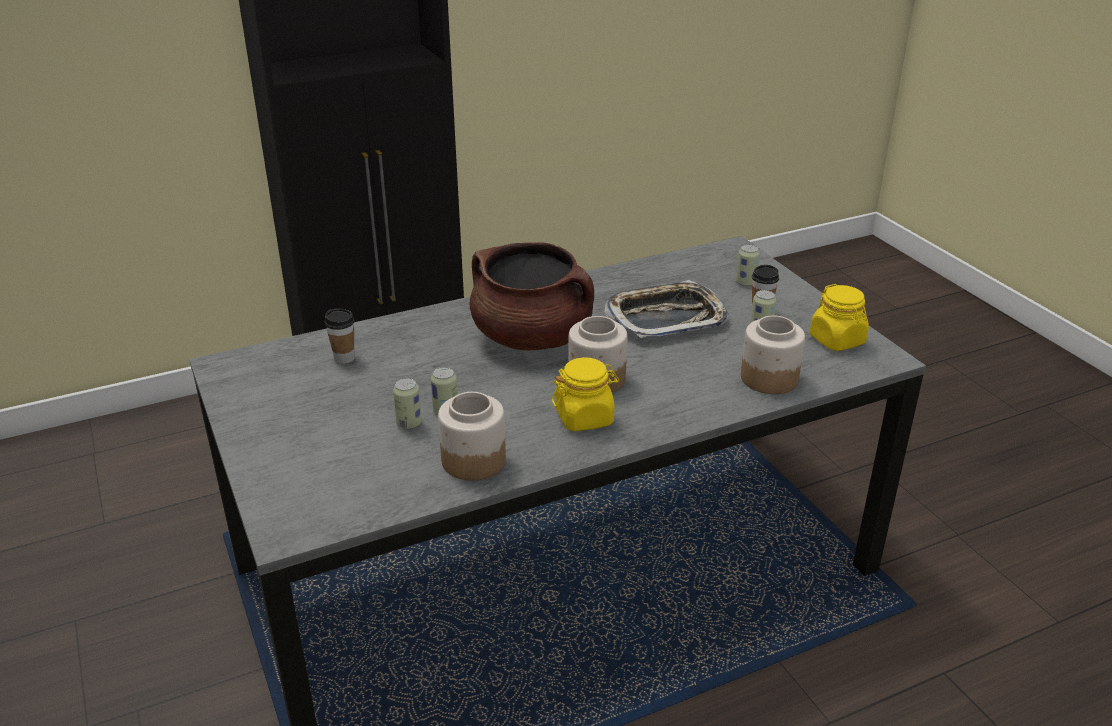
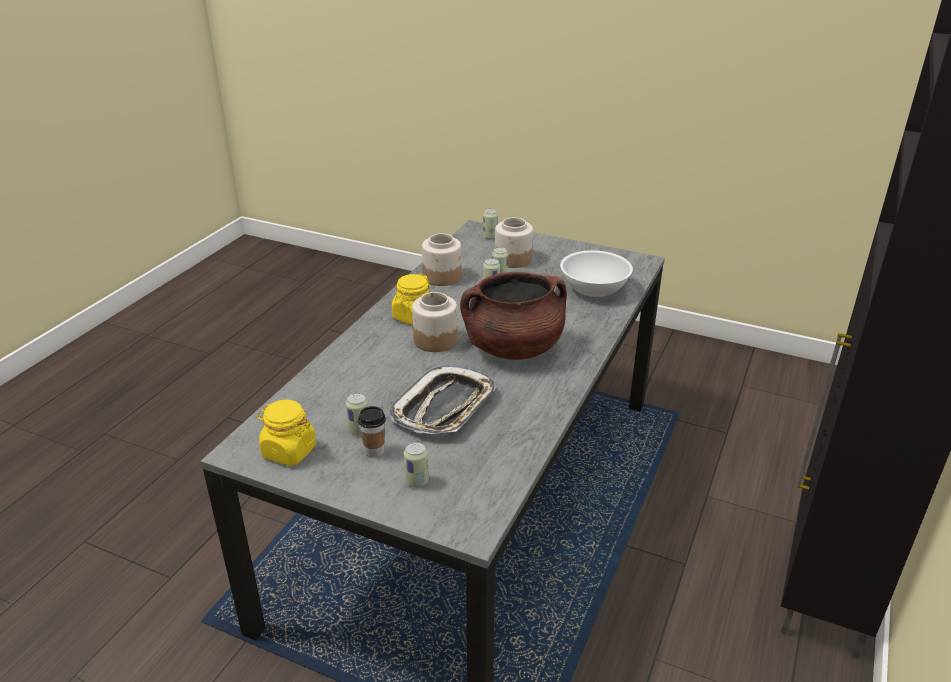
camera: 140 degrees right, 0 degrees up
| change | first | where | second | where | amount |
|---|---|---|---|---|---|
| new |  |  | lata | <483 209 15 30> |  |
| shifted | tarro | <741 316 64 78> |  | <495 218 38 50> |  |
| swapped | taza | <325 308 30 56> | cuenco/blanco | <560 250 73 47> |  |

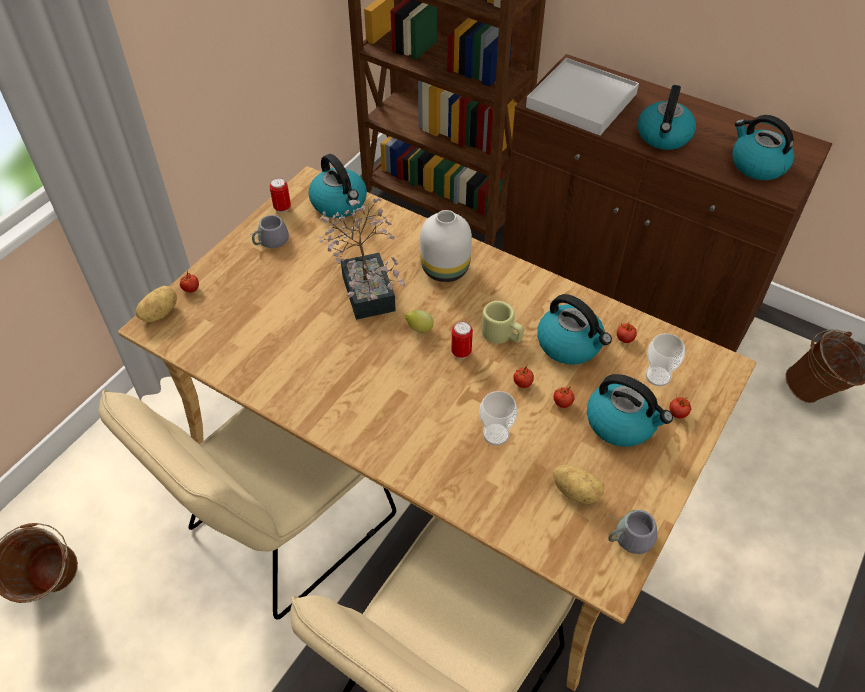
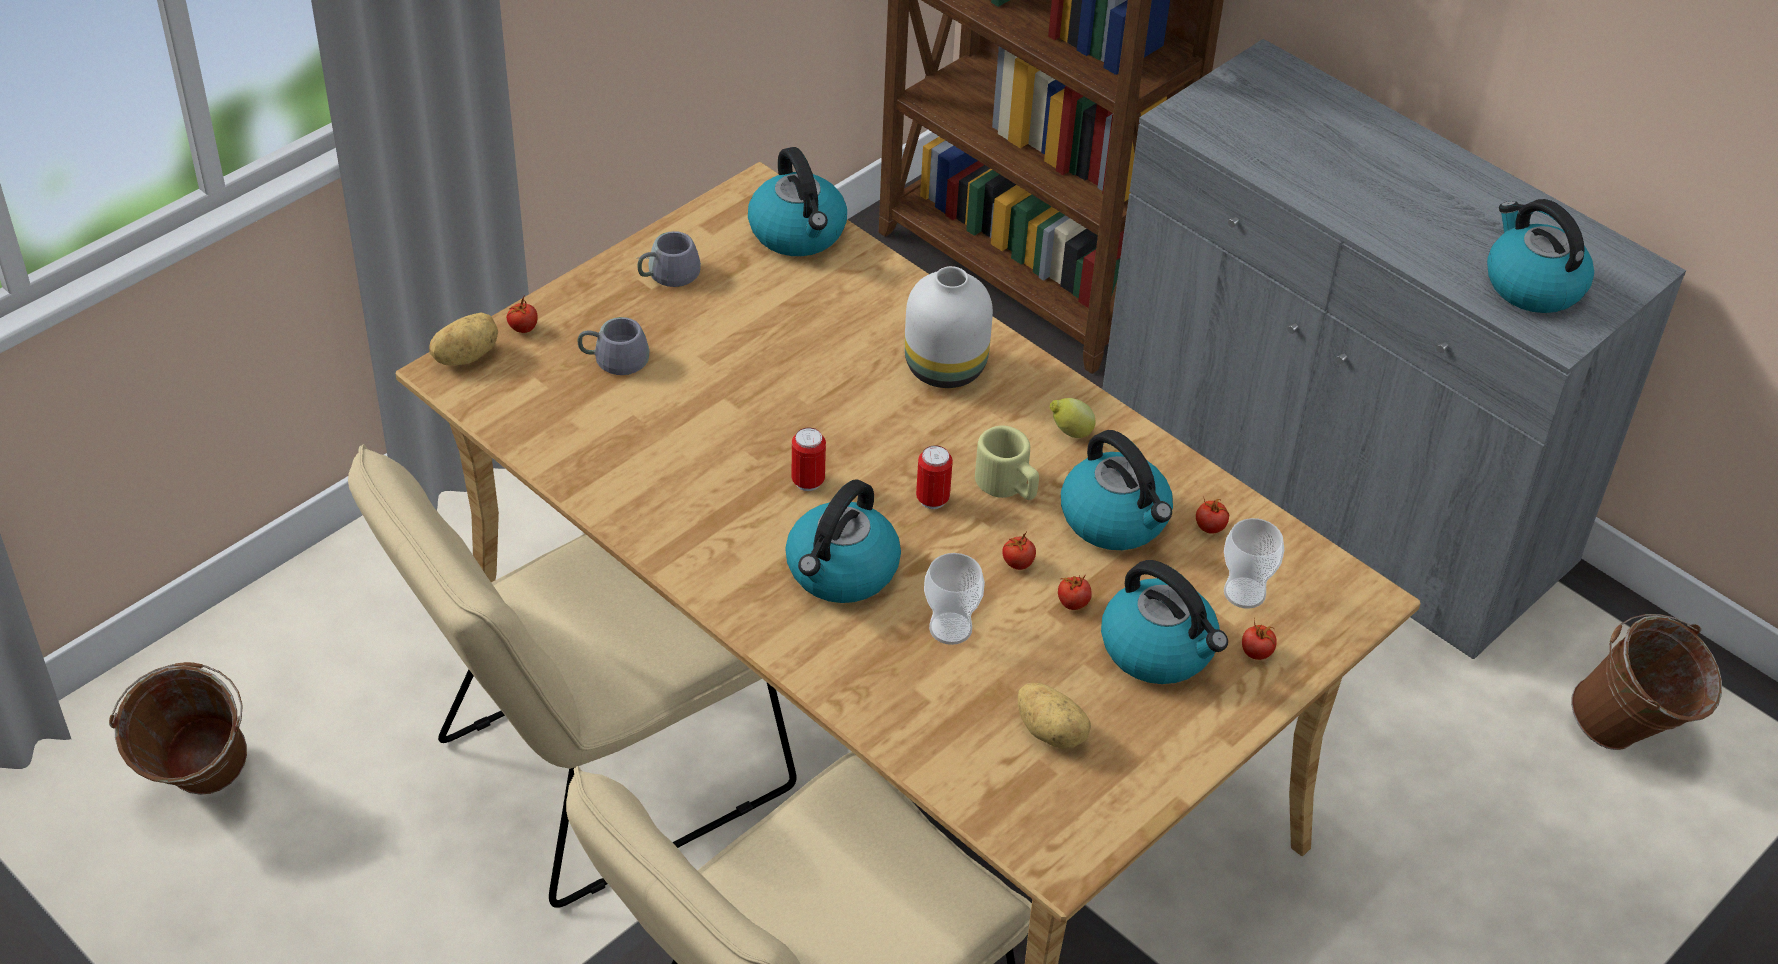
camera: 10 degrees right, 5 degrees down
| change | first | where | second | where | amount |
|---|---|---|---|---|---|
| shifted | taza grande/gris | <607 510 50 44> |  | <578 317 71 58> |  |
| shifted | hervidor | <638 85 58 65> |  | <785 479 116 124> |  |
| shifted | lata | <269 178 22 35> |  | <792 427 34 64> |  |
| shifted | limón | <405 310 29 23> |  | <1050 398 46 40> |  |
| repainted | armario/marrón | <502 54 331 298> | armario/gris | <1102 39 584 620> |  |
| gone | planta en maceta | <318 198 87 122> |  |  |  |
| gone | bandeja/blanco | <526 58 113 78> |  |  |  |

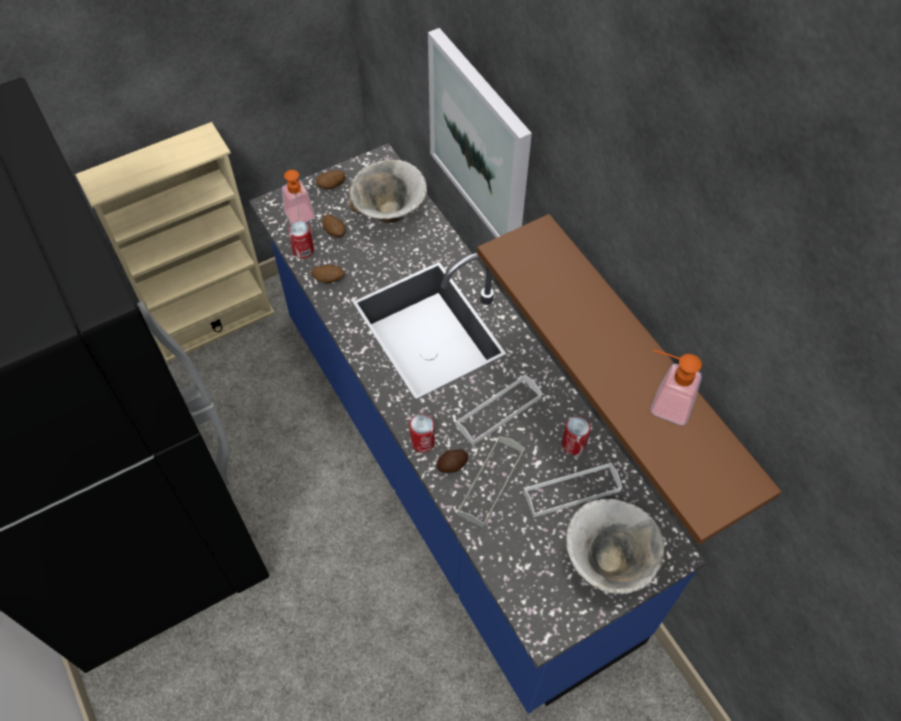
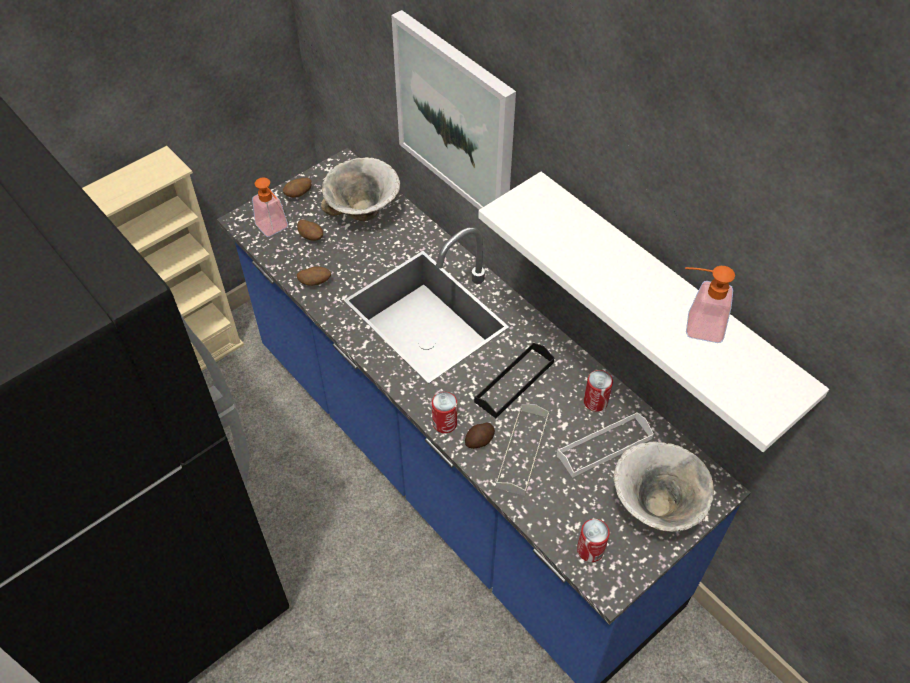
camera: 10 degrees left, 5 degrees down
| change | first | where | second | where | amount |
|---|---|---|---|---|---|
| repainted | bandeja/blanco | <456 375 86 70> | bandeja/negro | <474 343 80 75> |  |
| repainted | estante/marrón | <477 214 304 331> | estante/blanco | <478 172 351 280> |  |
| shifted | lata | <288 221 26 37> |  | <577 519 33 43> |  |

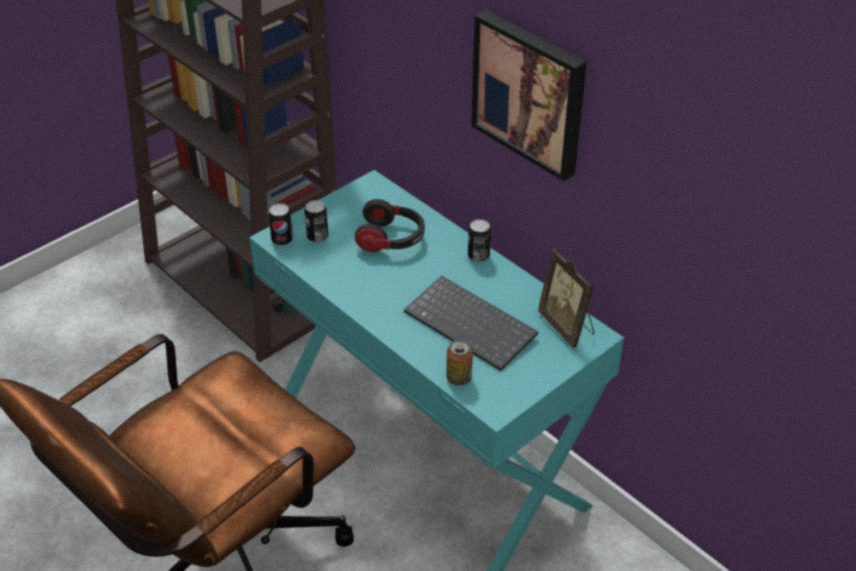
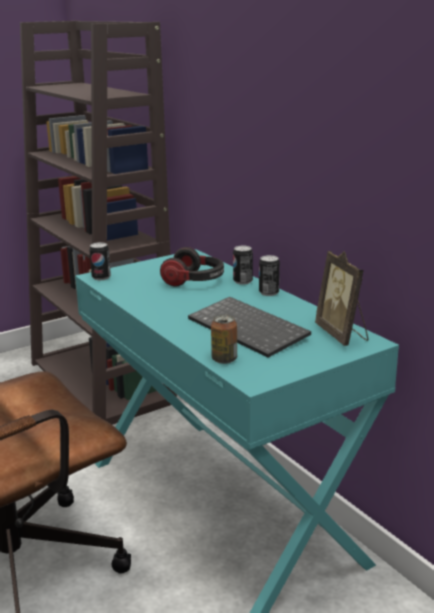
camera: 10 degrees right, 20 degrees down
| change | first | where | second | where | amount |
|---|---|---|---|---|---|
| shifted | lata | <304 200 24 43> |  | <233 246 20 39> |  |
| gone | cuadro | <471 10 116 171> |  |  |  |

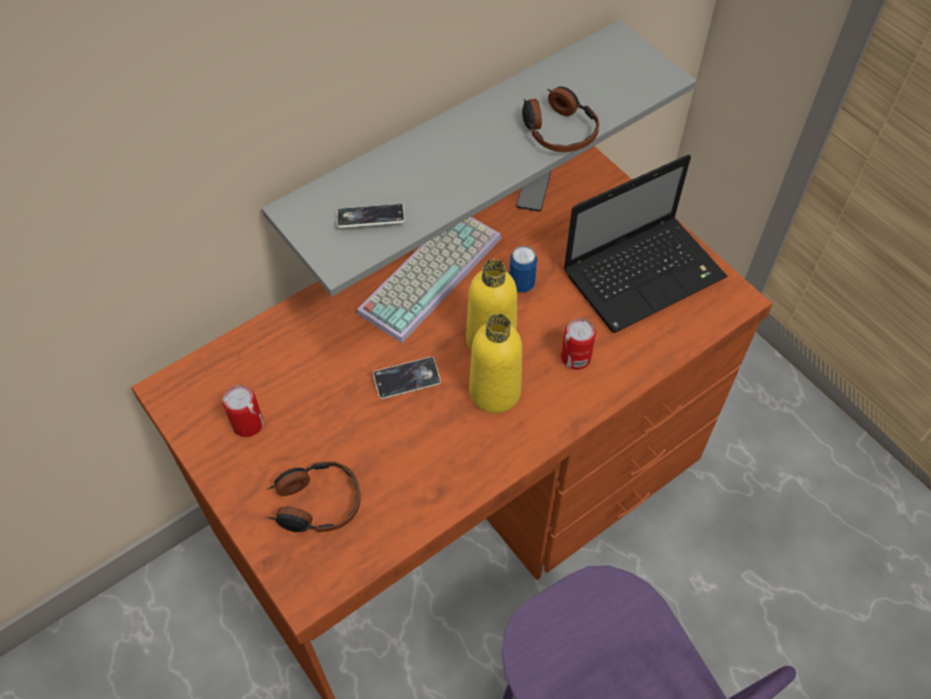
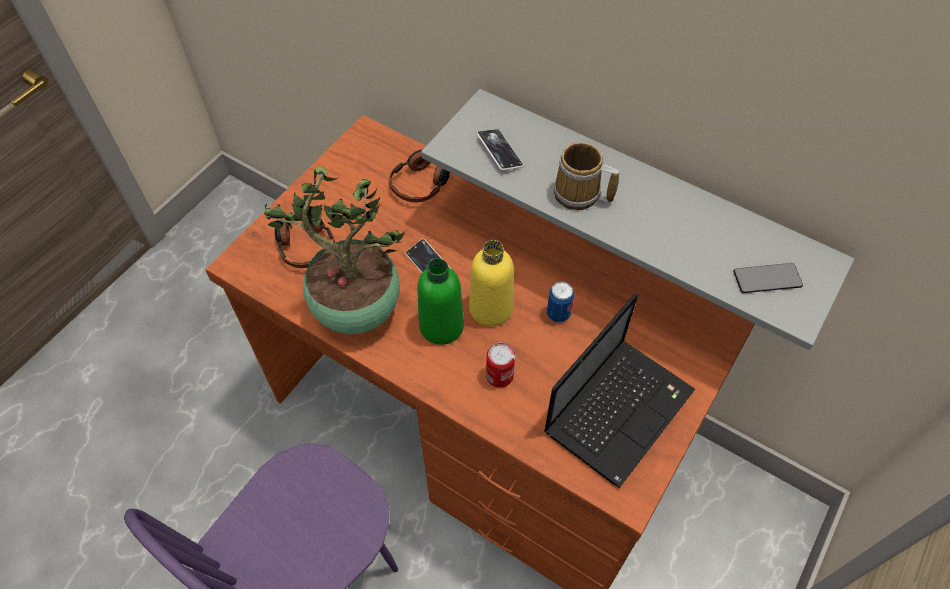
camera: 70 degrees right, 0 degrees up
| change | first | where | second | where | amount |
|---|---|---|---|---|---|
| new |  |  | planta en maceta | <264 167 141 167> |  |
| shifted | auriculares | <522 86 77 66> |  | <389 150 61 53> |  |
| repainted | botella/amarillo | <469 314 53 99> | botella/verde | <417 258 47 87> |  |
| rotated | portátil | <563 154 165 179> |  | <544 293 151 195> | 90 degrees counterclockwise |
| new |  |  | taza grande | <554 142 65 68> |  |
| shifted | móvil | <516 171 35 41> |  | <733 263 70 30> |  |
| gone | lata | <223 385 41 52> |  |  |  |
| gone | teclado | <357 217 145 126> |  |  |  |

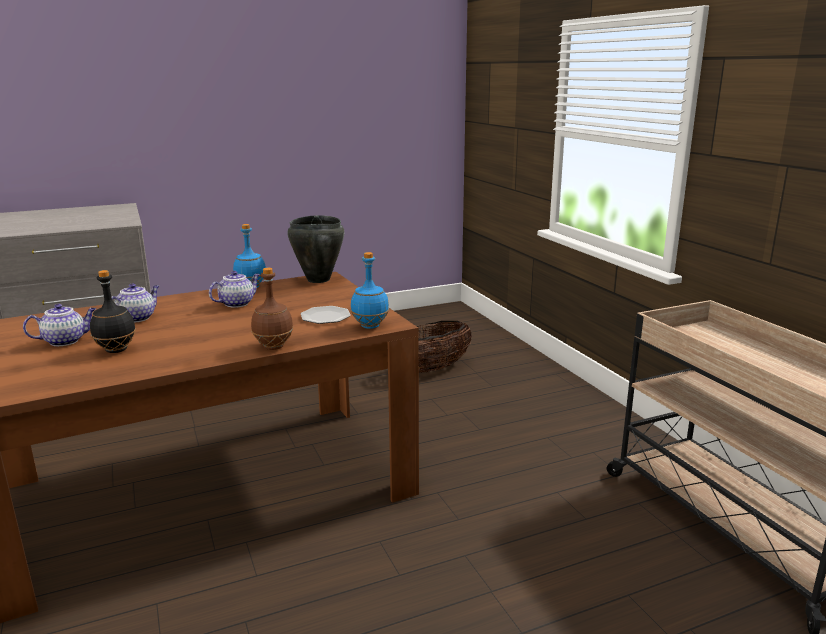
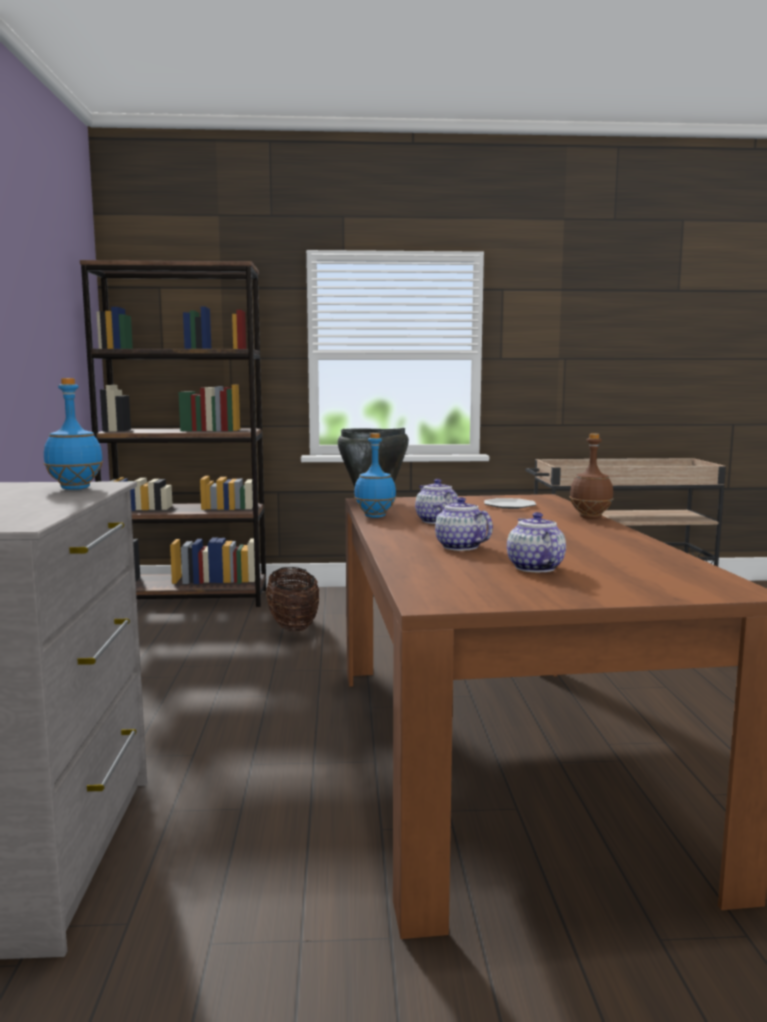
camera: 70 degrees left, 10 degrees down
| change | first | where | second | where | amount |
|---|---|---|---|---|---|
| shifted | botella/azul | <351 252 38 77> |  | <44 378 59 112> |  |
| new |  |  | estantería/marrón | <80 260 186 347> |  |
| gone | botella/negro | <90 270 46 83> |  |  |  |

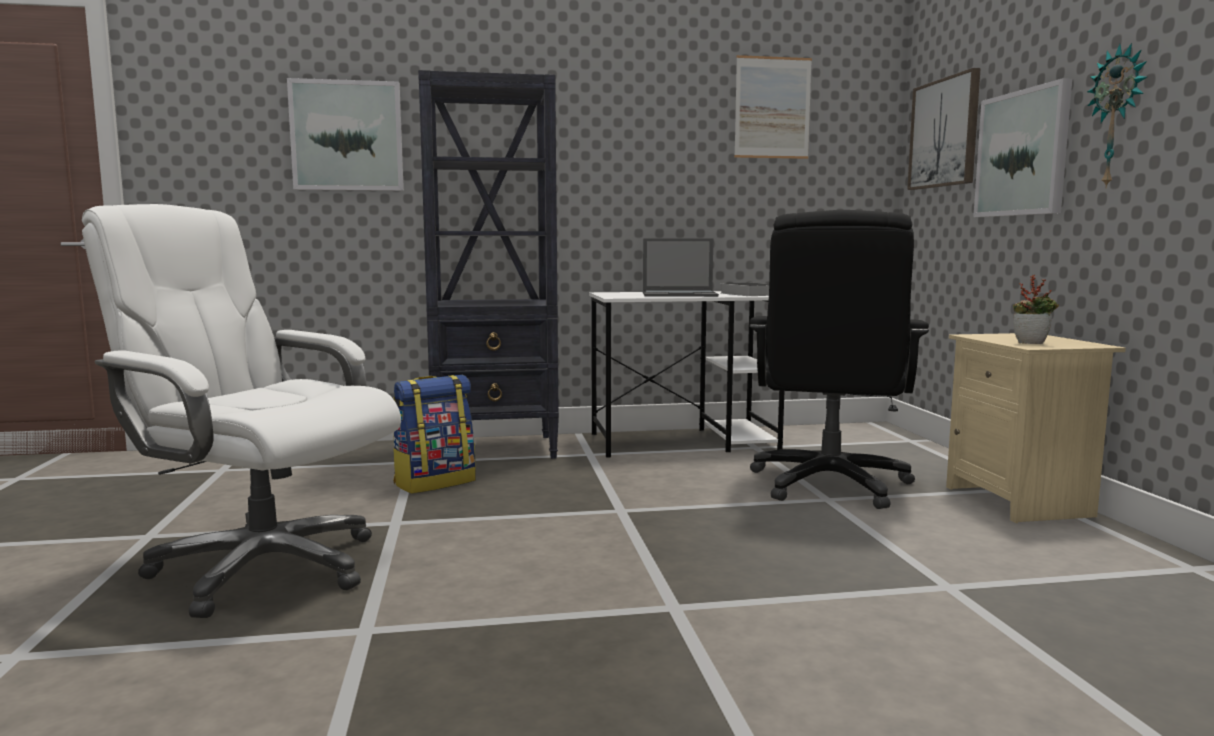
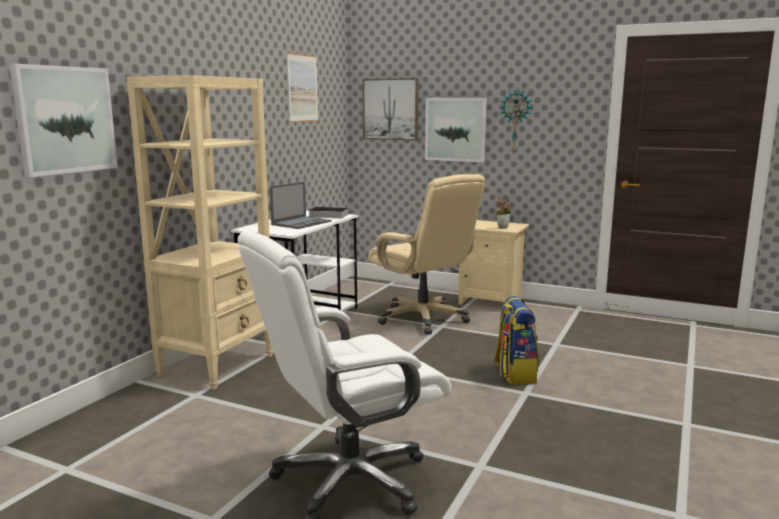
camera: 55 degrees left, 5 degrees up
| change | first | where | second | where | amount |
|---|---|---|---|---|---|
| repainted | estantería/negro | <418 70 141 389> | estantería/beis | <126 75 147 315> |  |
| repainted | silla de oficina/negro | <749 210 180 299> | silla de oficina/beis | <368 174 117 160> |  |
| shifted | mochila | <393 375 83 119> |  | <494 296 45 88> |  |

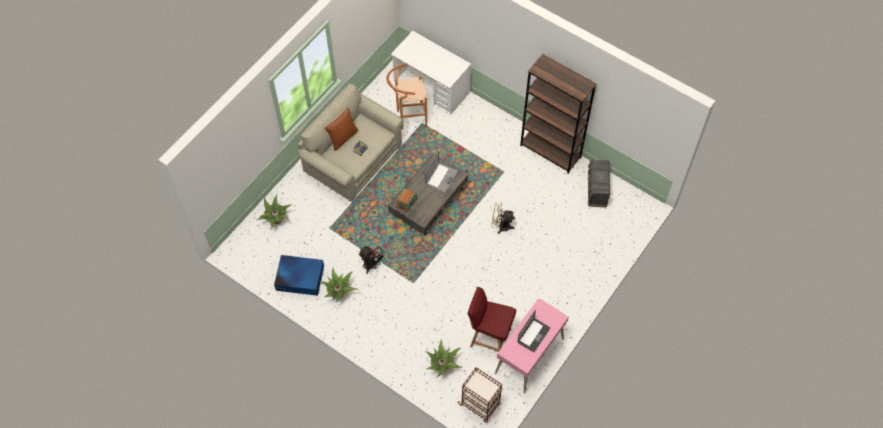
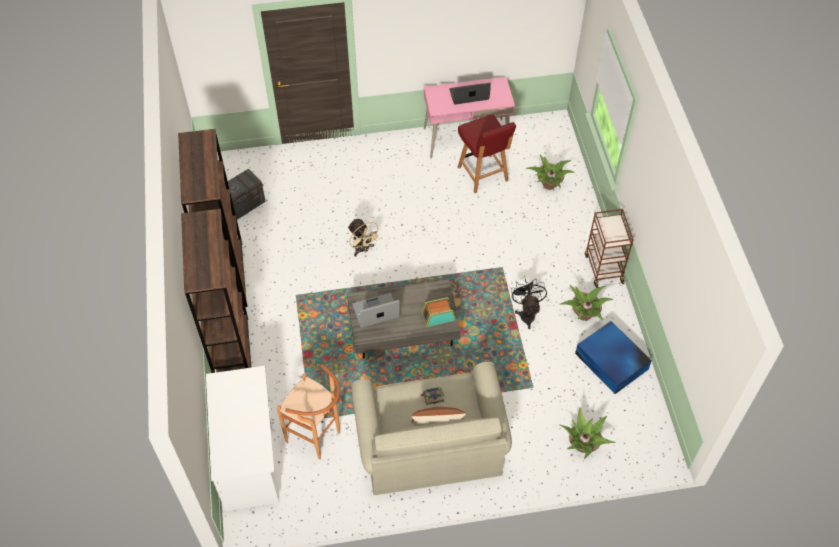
camera: 135 degrees left, 5 degrees down
| change | first | where | second | where | amount |
|---|---|---|---|---|---|
| new |  |  | estantería/marrón | <181 209 70 164> |  |
| shifted | carrito/marrón | <458 367 44 56> |  | <585 209 49 79> |  |

